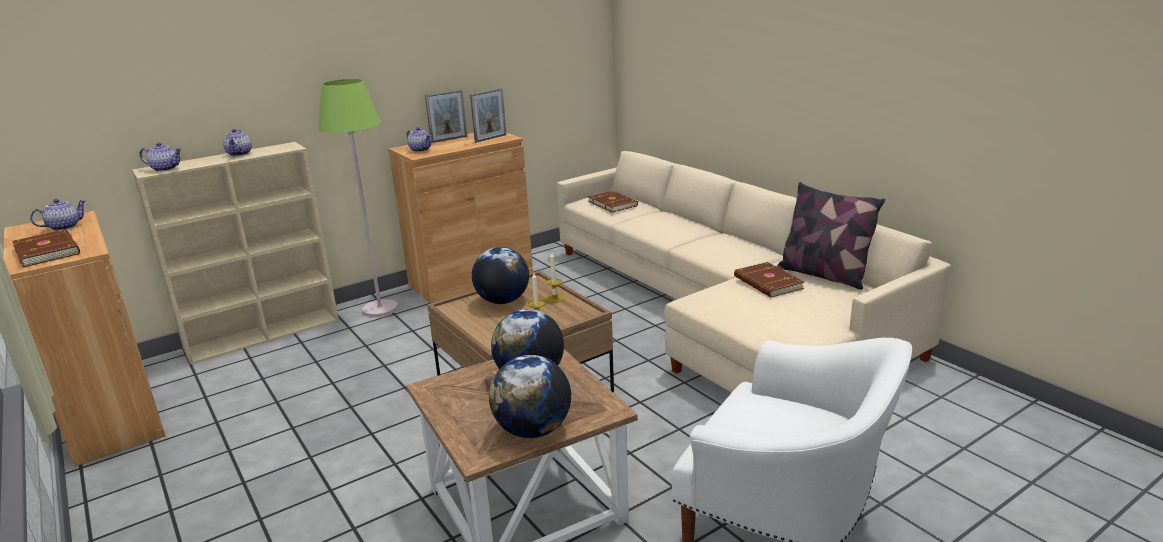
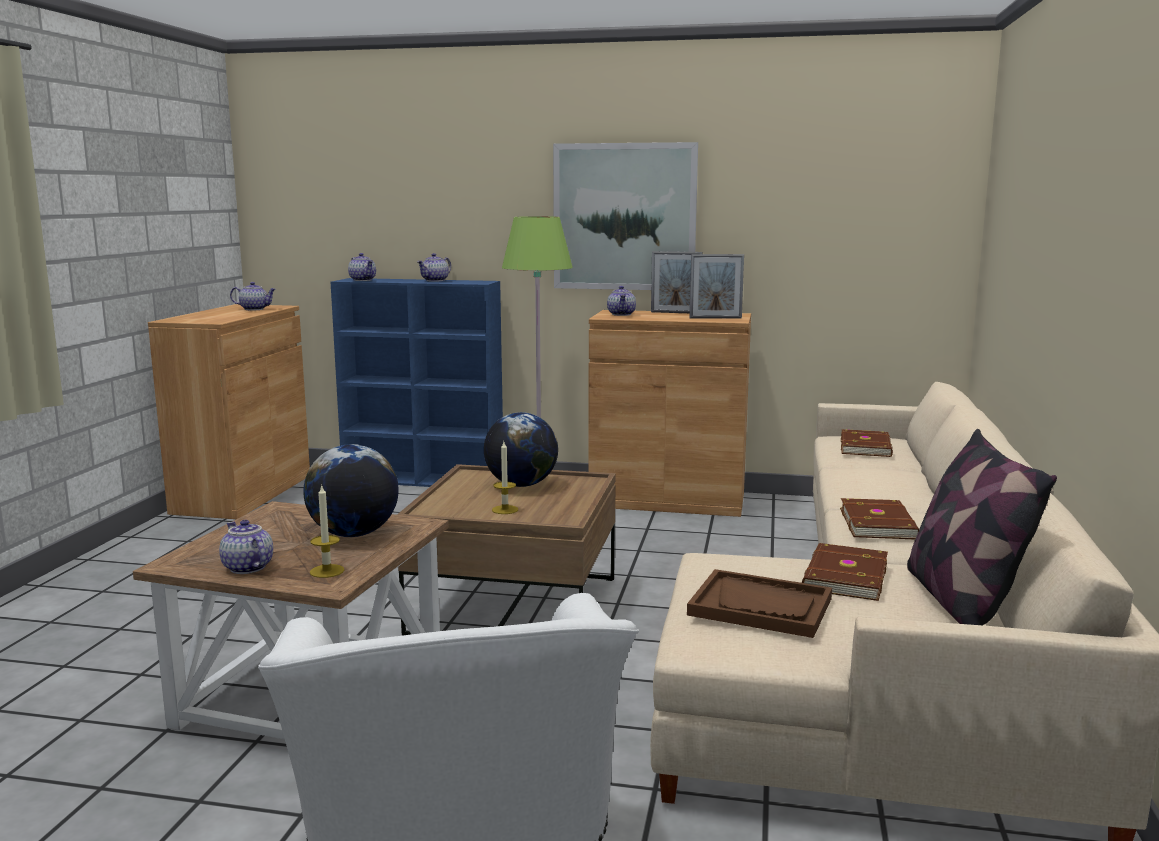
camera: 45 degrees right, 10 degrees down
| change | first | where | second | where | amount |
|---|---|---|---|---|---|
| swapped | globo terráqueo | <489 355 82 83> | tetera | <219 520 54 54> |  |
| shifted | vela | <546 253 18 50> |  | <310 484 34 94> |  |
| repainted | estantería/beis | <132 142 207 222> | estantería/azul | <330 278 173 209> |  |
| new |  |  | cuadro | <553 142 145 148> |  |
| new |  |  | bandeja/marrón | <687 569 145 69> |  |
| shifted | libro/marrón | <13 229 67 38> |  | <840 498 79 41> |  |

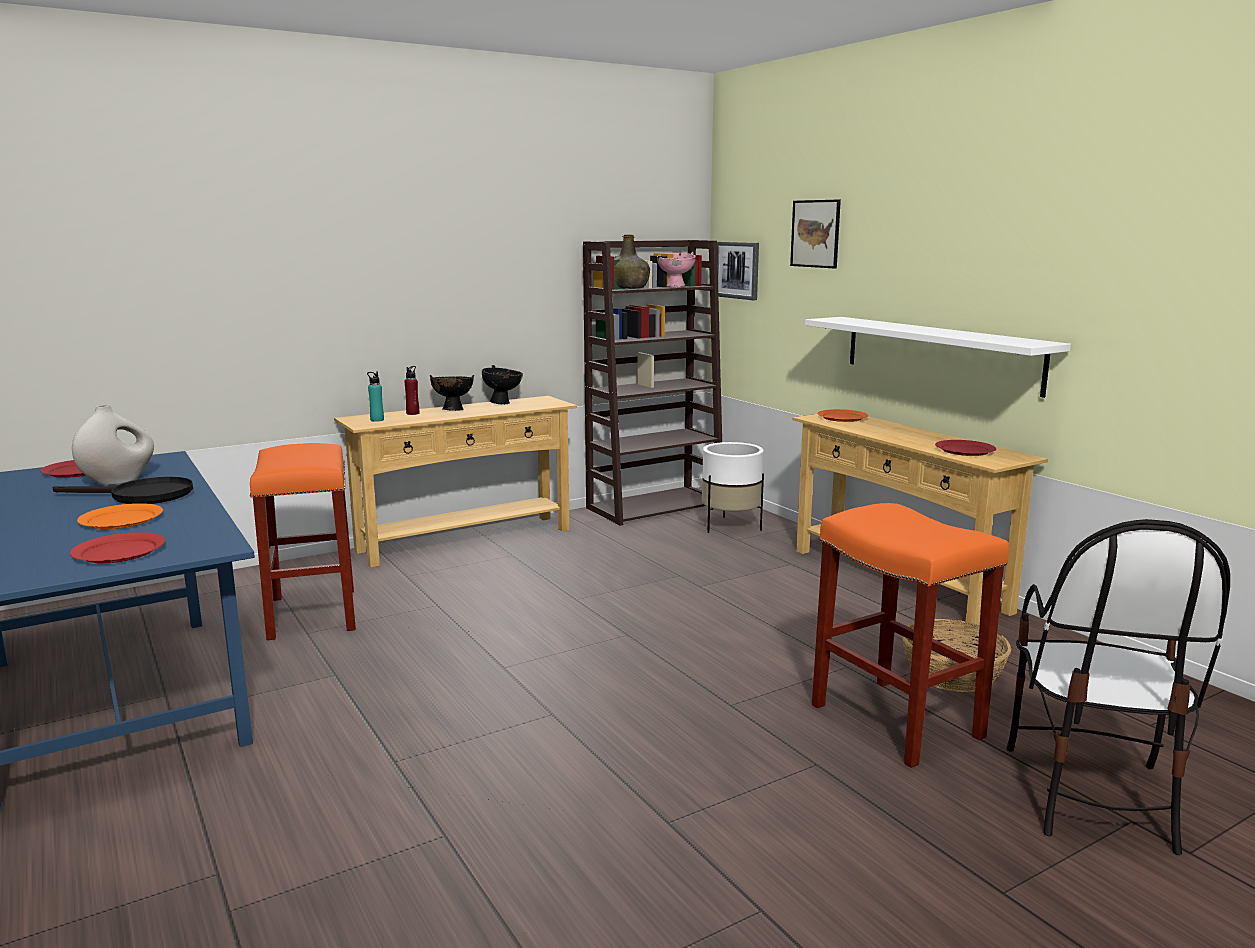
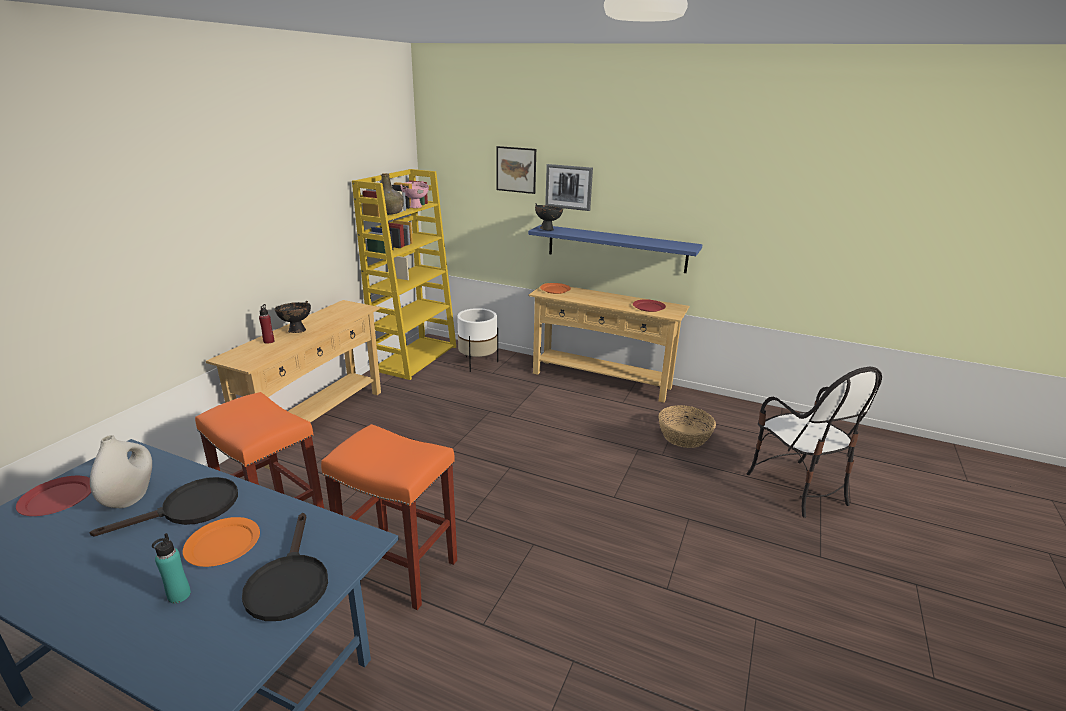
camera: 35 degrees left, 10 degrees up
| change | first | where | second | where | amount |
|---|---|---|---|---|---|
| shifted | botella/turquesa | <367 371 17 51> |  | <152 533 39 70> |  |
| swapped | plato/rojo | <70 532 95 31> | sartén/negro | <242 513 86 108> |  |
| shifted | taburete/naranja | <812 503 197 265> |  | <321 424 136 186> |  |
| repainted | estantería/marrón | <583 240 139 286> | estantería/amarillo | <352 169 104 211> |  |
| repainted | estante/blanco | <805 317 266 81> | estante/azul | <528 225 175 48> |  |
| shifted | cuenco/negro | <482 365 41 39> |  | <535 203 28 28> |  |
| shifted | cuadro | <717 242 42 58> |  | <545 164 48 47> |  |

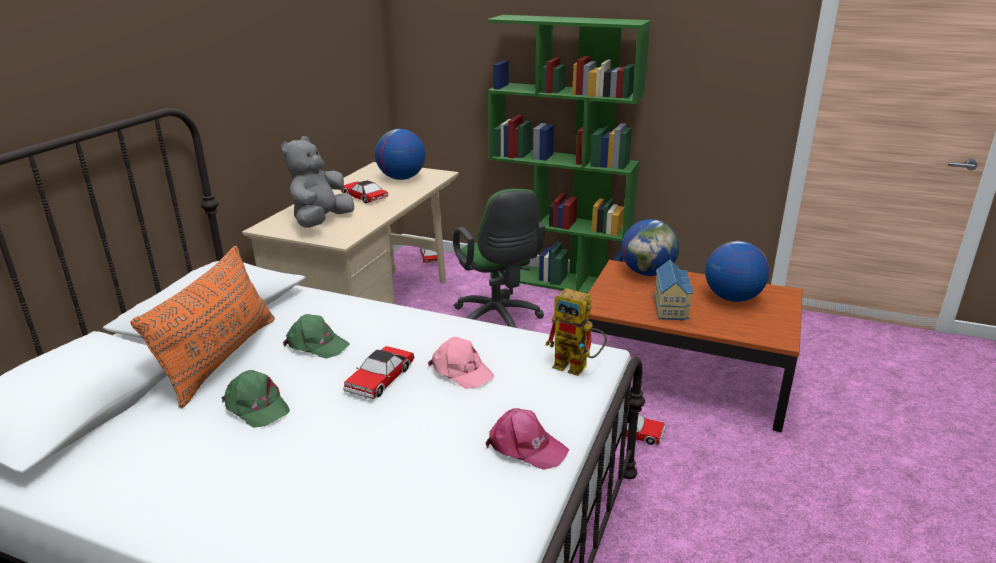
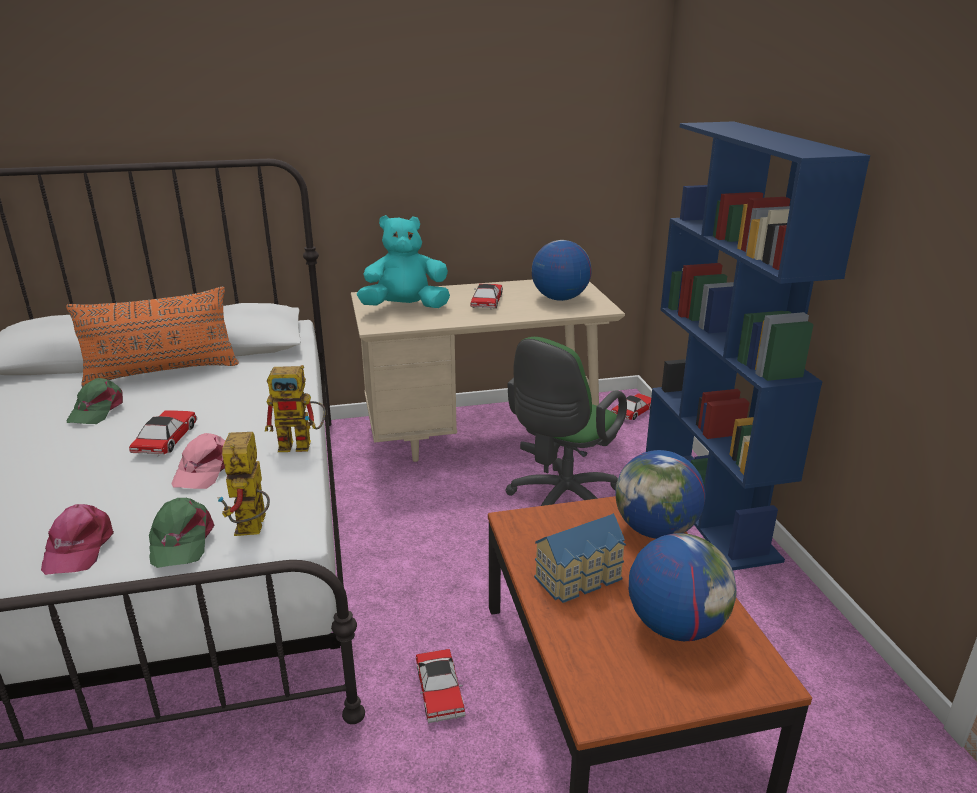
camera: 55 degrees right, 0 degrees up
| change | first | where | second | where | amount |
|---|---|---|---|---|---|
| rotated | coche de juguete | <343 346 71 53> |  | <129 410 68 46> | 105 degrees clockwise |
| shifted | gorra/verde | <283 314 67 45> |  | <149 498 65 70> |  |
| new |  |  | robot de juguete | <265 365 61 87> |  |
| repainted | peluche/gris | <281 136 73 92> | peluche/turquesa | <357 215 93 93> |  |
| repainted | estantería/verde | <487 15 164 278> | estantería/azul | <646 121 224 450> |  |

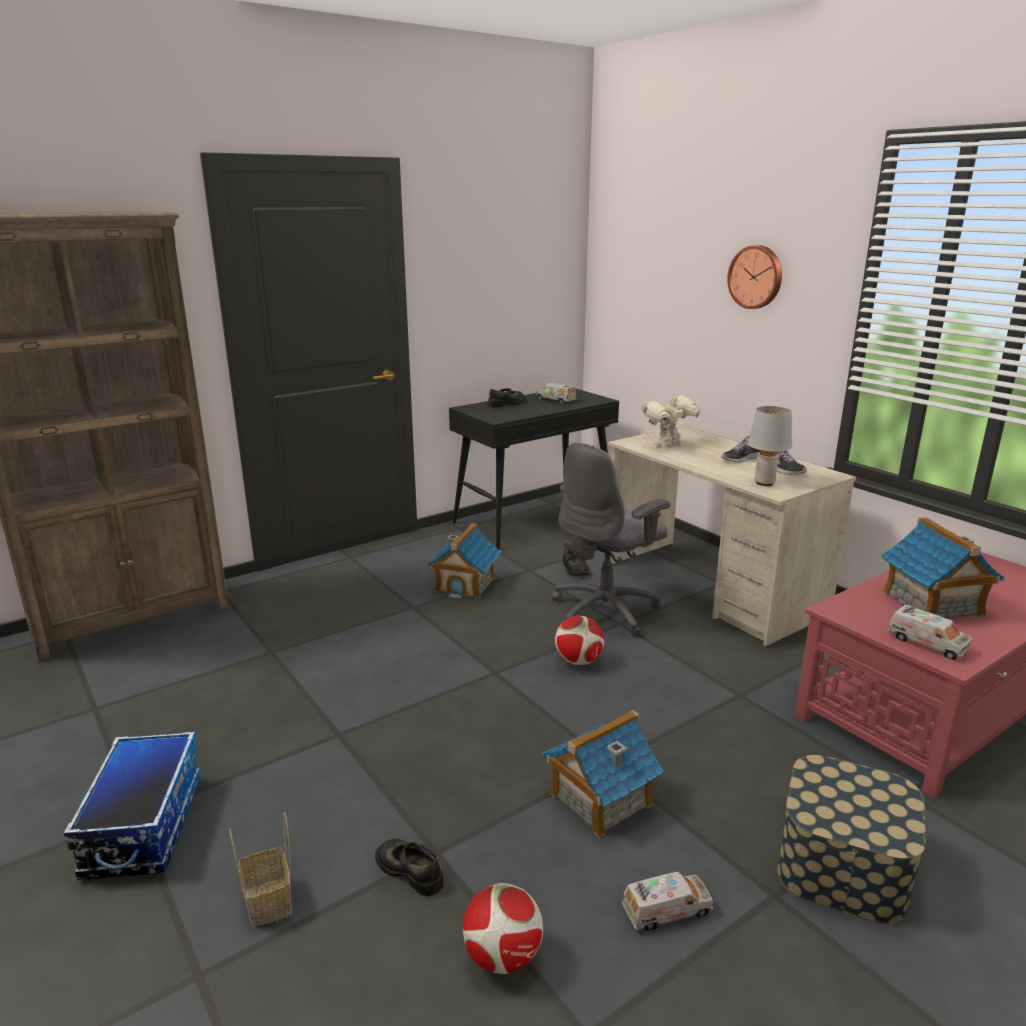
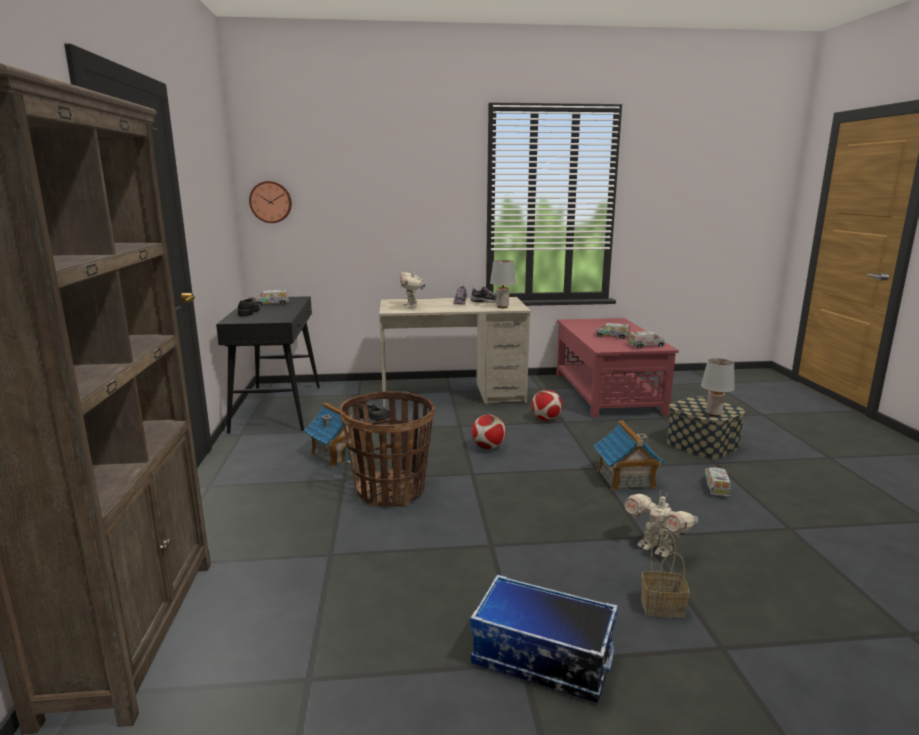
camera: 60 degrees left, 5 degrees down
| change | first | where | second | where | amount |
|---|---|---|---|---|---|
| shifted | reloj de pared | <727 245 55 64> |  | <249 181 43 42> |  |
| new |  |  | cesta | <340 391 95 117> |  |
| shifted | balón de fútbol | <463 883 80 91> |  | <531 390 31 31> |  |
| swapped | casita | <882 517 123 102> | camión de juguete | <596 323 34 16> |  |
| swapped | zapato/negro | <375 839 68 57> | robot de juguete | <624 492 74 65> |  |
| new |  |  | lámpara de mesa/gris | <701 358 34 59> |  |
| gone | silla de oficina/gris | <552 442 118 195> |  |  |  |

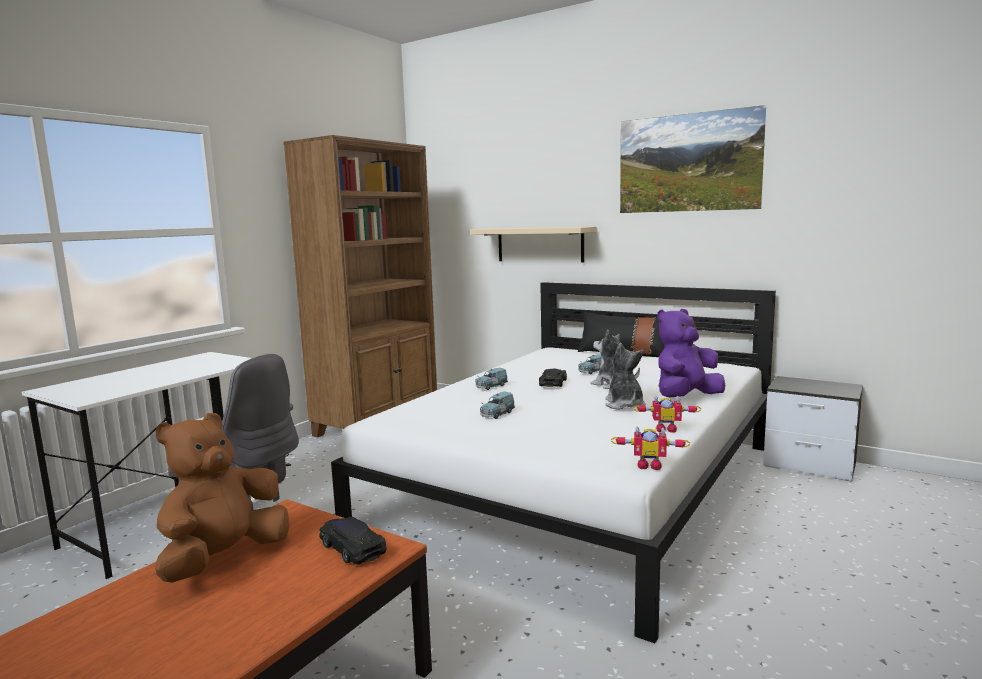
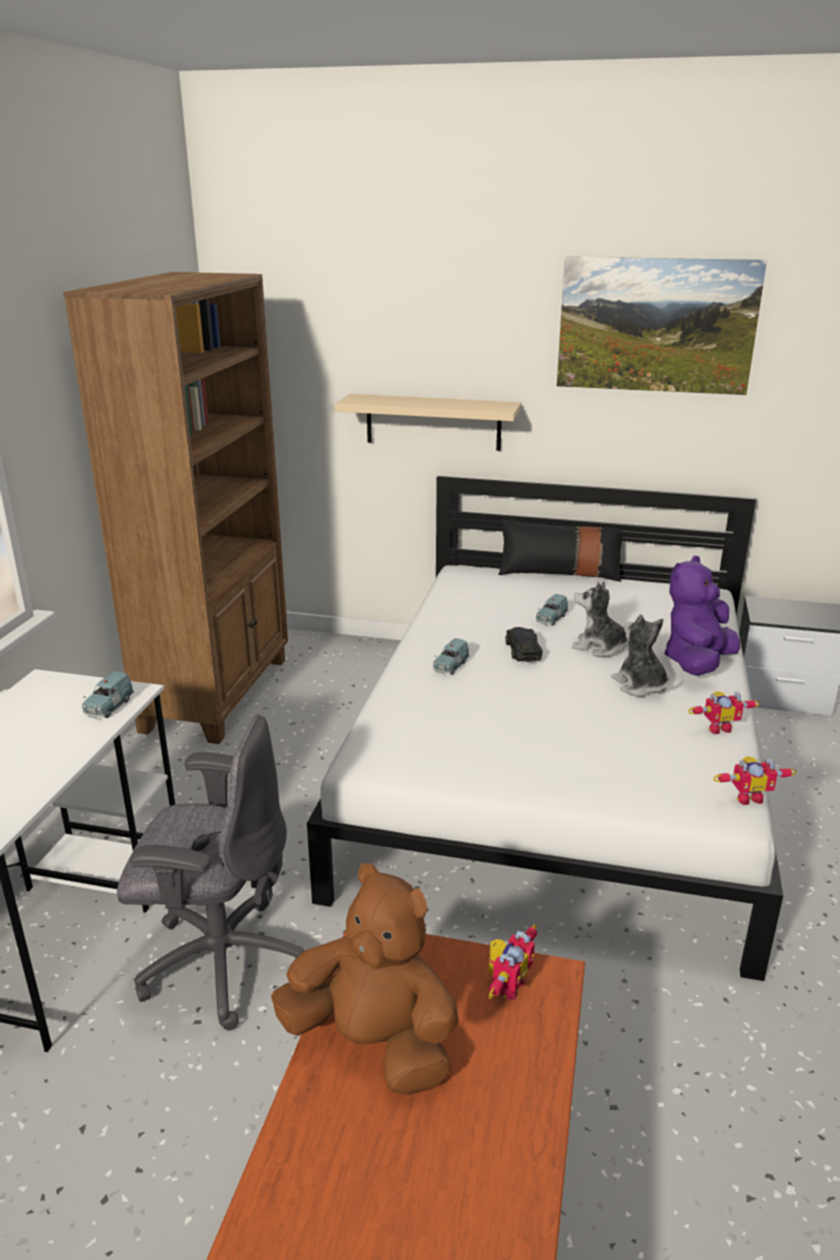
camera: 20 degrees left, 15 degrees up
| change | first | where | second | where | amount |
|---|---|---|---|---|---|
| shifted | coche de juguete/azul | <480 392 35 27> |  | <82 672 52 46> |  |
| rotated | peluche/marrón | <155 413 134 170> |  | <271 863 188 232> | 105 degrees clockwise |
| swapped | coche de juguete/negro | <319 517 68 48> | robot de juguete | <489 924 48 76> |  |

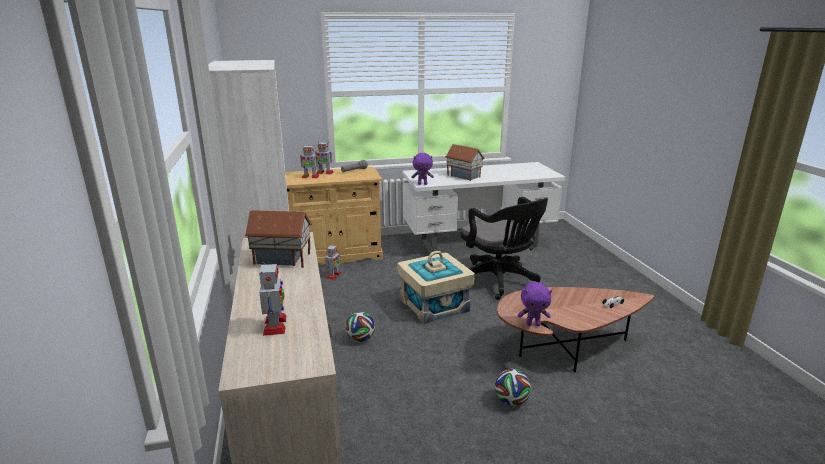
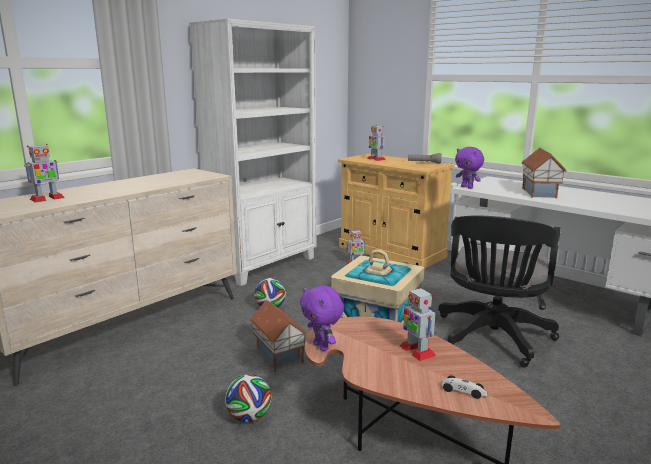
camera: 55 degrees right, 5 degrees down
| change | first | where | second | where | amount |
|---|---|---|---|---|---|
| shifted | casita | <245 210 67 58> |  | <250 300 58 72> |  |
| shifted | robot de juguete | <315 142 19 32> |  | <400 286 36 75> |  |

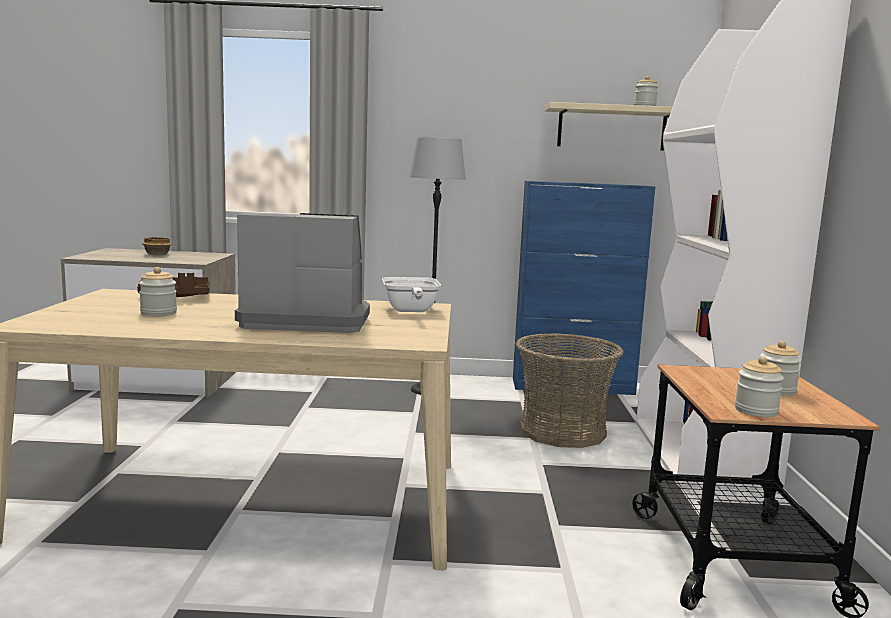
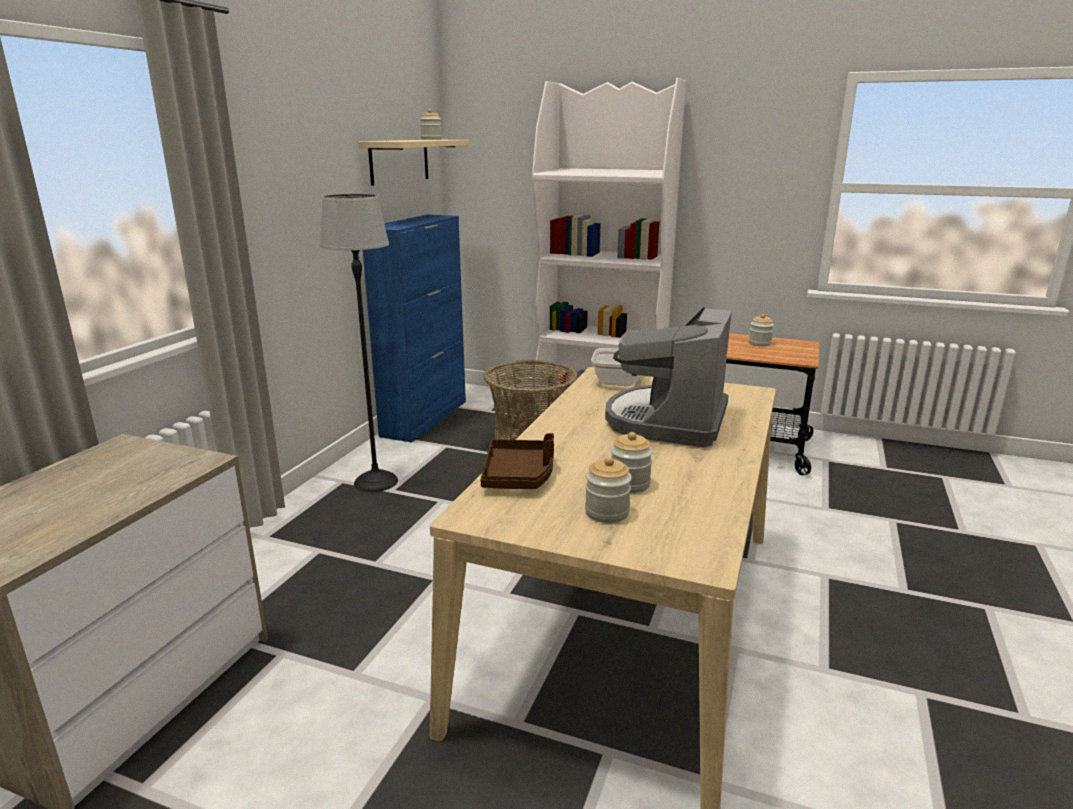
camera: 70 degrees left, 10 degrees up
| change | first | where | second | where | amount |
|---|---|---|---|---|---|
| shifted | tarro | <735 356 49 61> |  | <585 457 47 66> |  |
| gone | cuenco | <142 237 30 18> |  |  |  |

